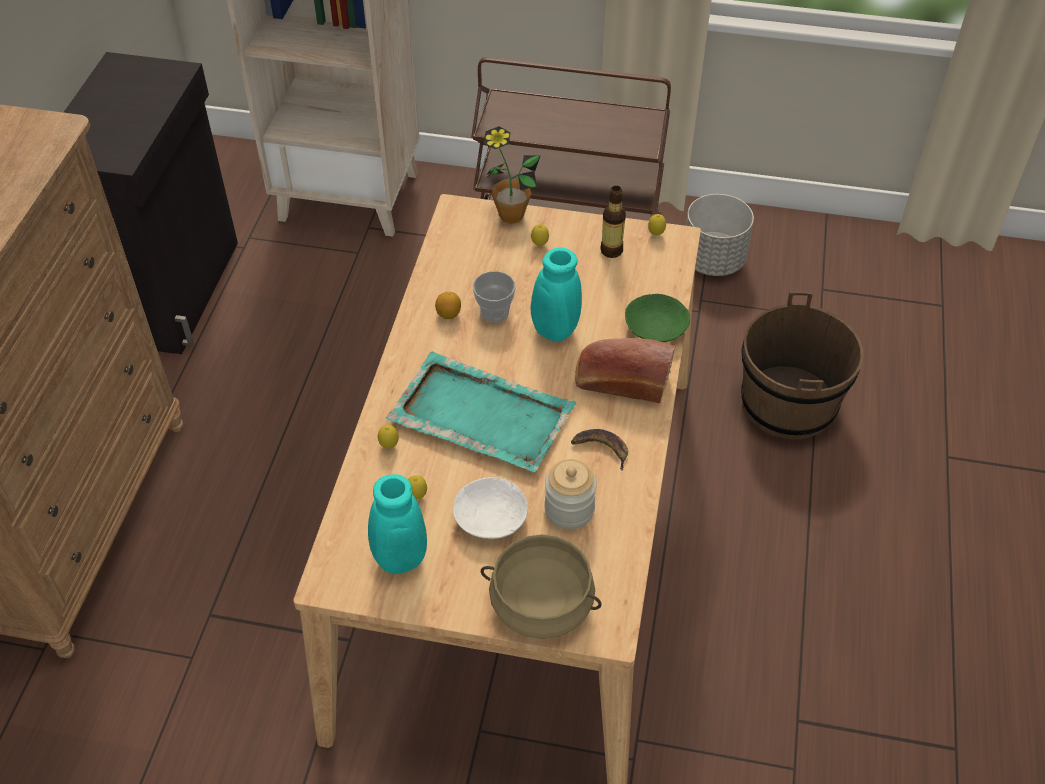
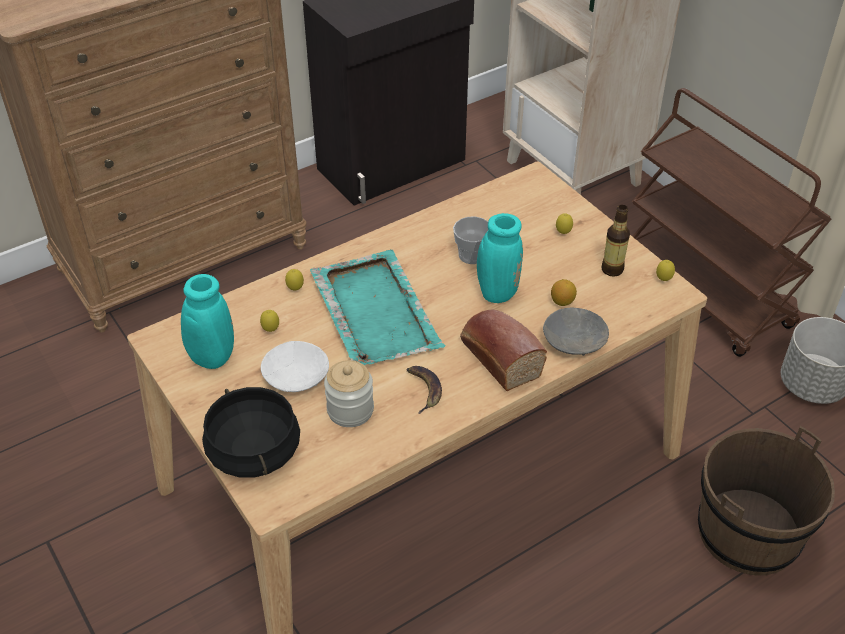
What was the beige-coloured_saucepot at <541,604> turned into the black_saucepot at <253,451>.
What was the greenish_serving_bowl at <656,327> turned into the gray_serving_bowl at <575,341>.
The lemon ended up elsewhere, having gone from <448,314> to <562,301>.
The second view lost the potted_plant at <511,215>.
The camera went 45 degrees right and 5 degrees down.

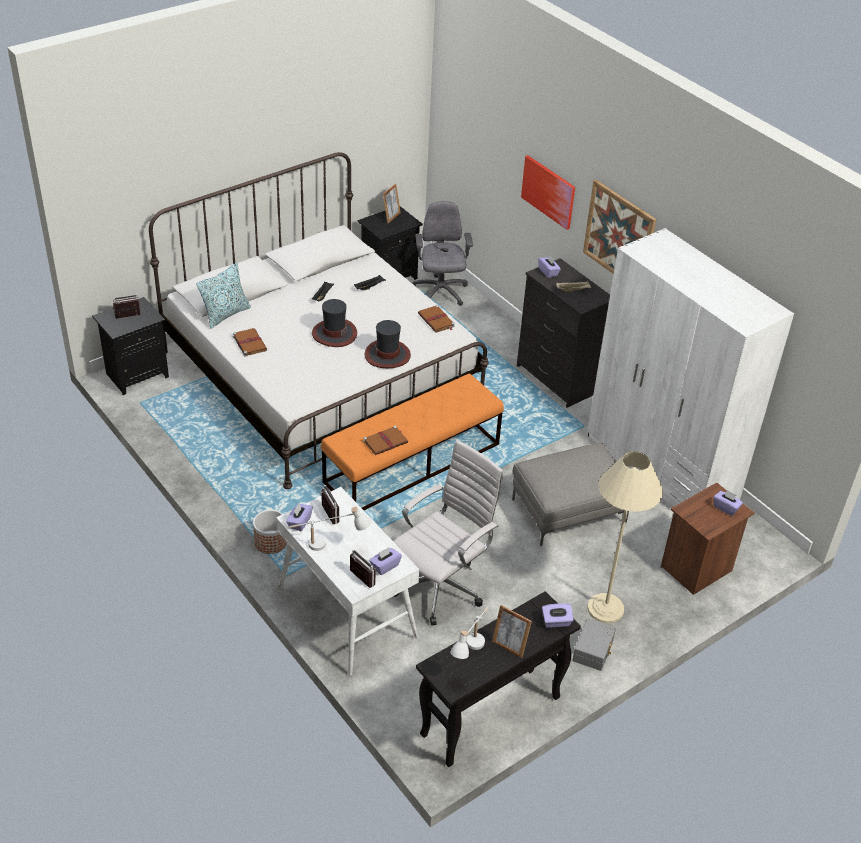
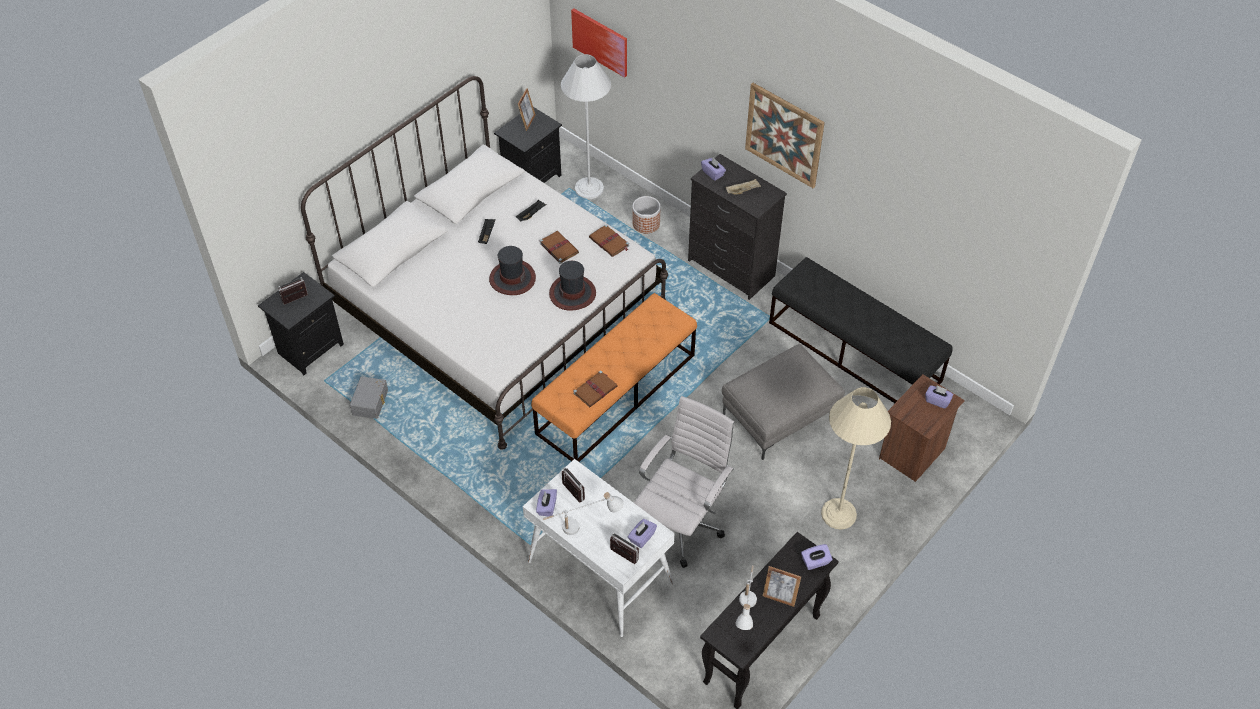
The gray_storage_container ended up elsewhere, having gone from <594,650> to <371,402>.
The brown_book ended up elsewhere, having gone from <249,343> to <558,247>.
Where the gray_desk_chair stood at <440,293>, the white_standard_lamp came to stand at <589,188>.
The wall_art ended up elsewhere, having gone from <548,191> to <600,42>.
The planter ended up elsewhere, having gone from <271,542> to <646,223>.
Where the white_wardrobe stood at <660,470>, the black_bench came to stand at <854,352>.
The second view lost the pillow at <226,314>.
The camera went 10 degrees left and 10 degrees up.

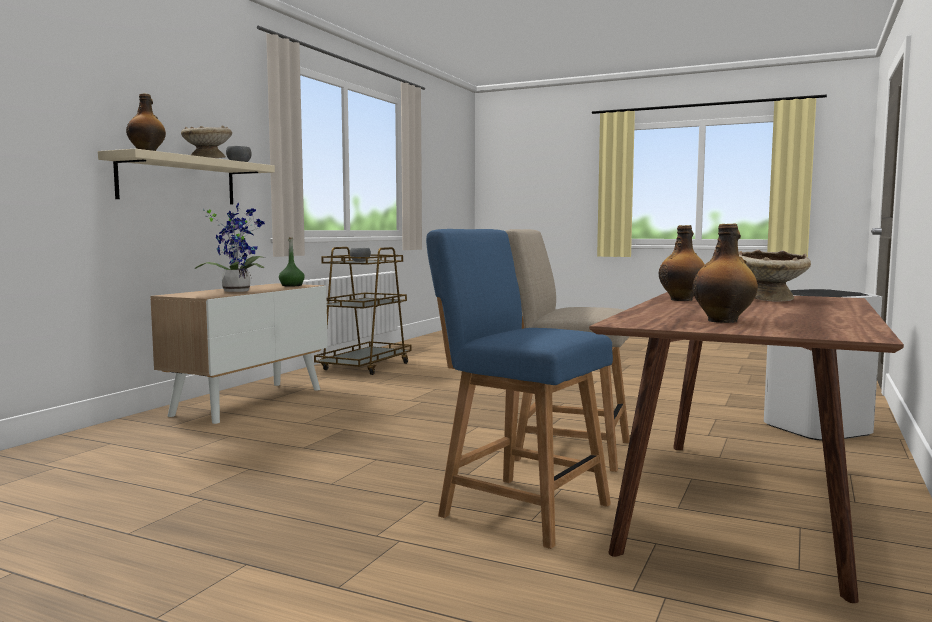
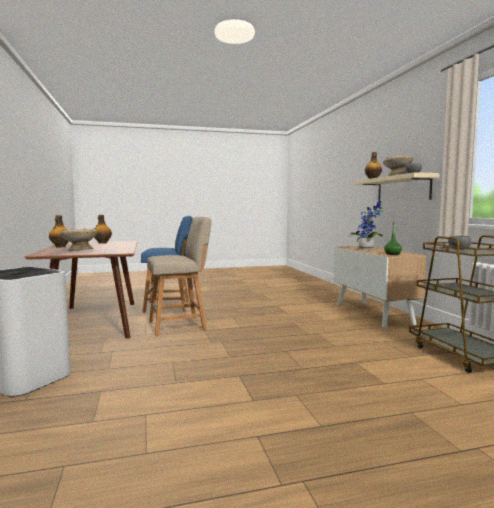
The bottle ended up elsewhere, having gone from <682,300> to <60,247>.
The camera went 140 degrees right and 0 degrees up.

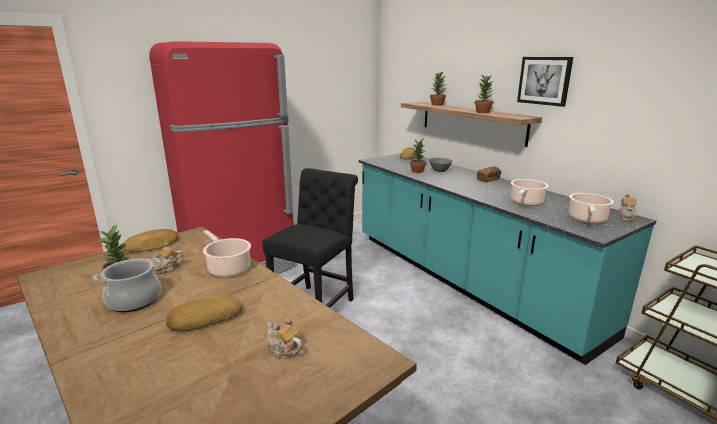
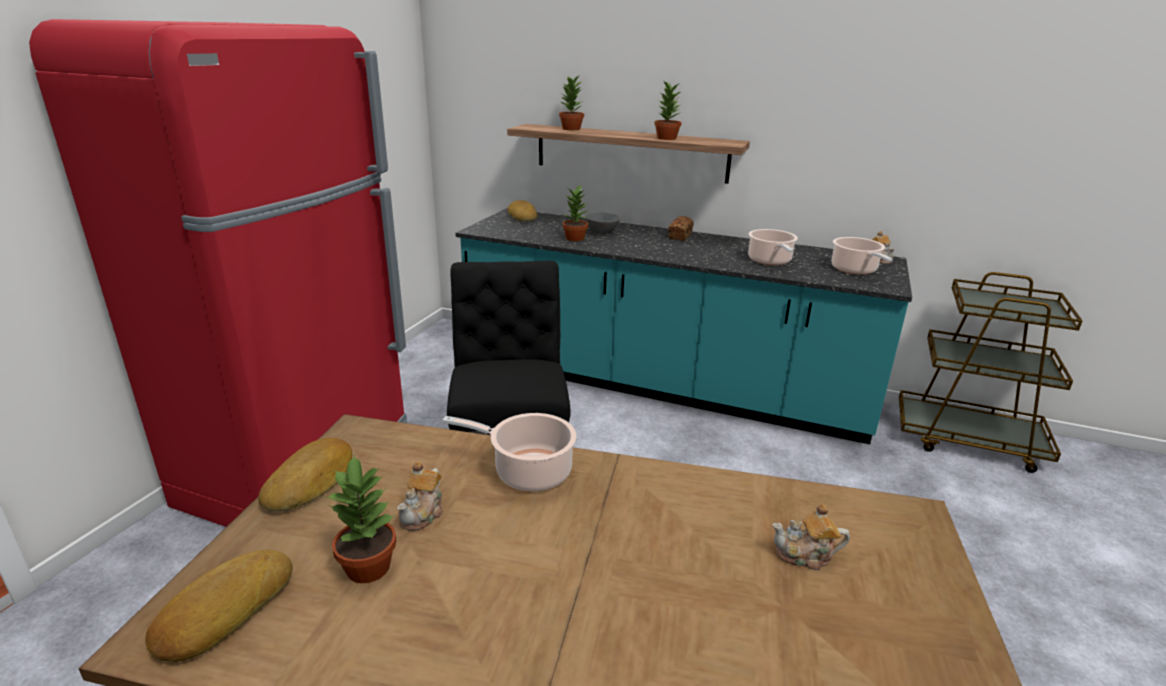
The bakery_bread ended up elsewhere, having gone from <204,318> to <223,610>.
The second view lost the saucepot at <134,300>.
The second view lost the wall_art at <544,80>.
The camera went 35 degrees left and 5 degrees up.

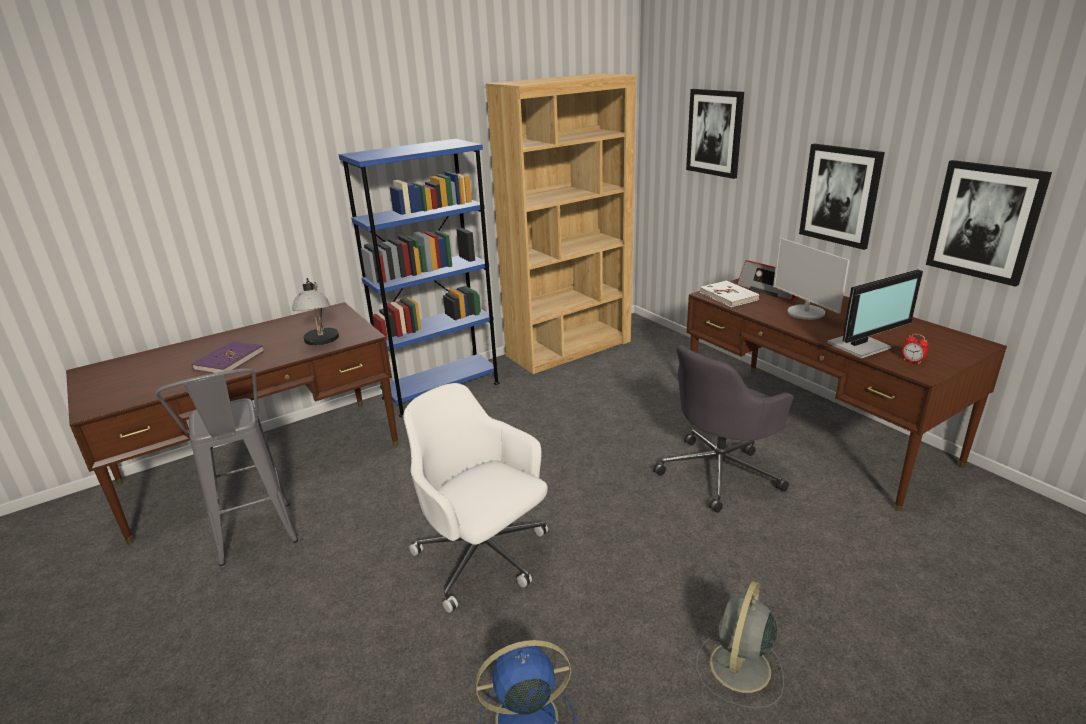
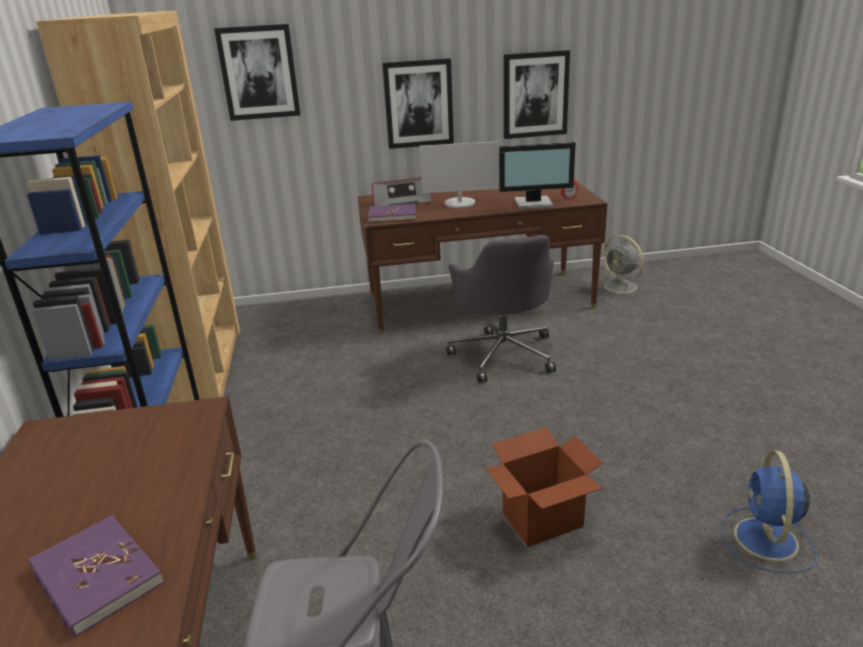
What was the white_book at <728,296> turned into the purple-coloured_book at <392,216>.
Where the white_desk_chair stood at <483,558>, the carton came to stand at <542,520>.
The monitor at <861,346> ended up facing another way, 90 degrees clockwise from before.
The gray_fan ended up elsewhere, having gone from <739,669> to <621,287>.
The second view lost the tabletop_lamp at <321,342>.
The camera went 65 degrees left and 0 degrees up.

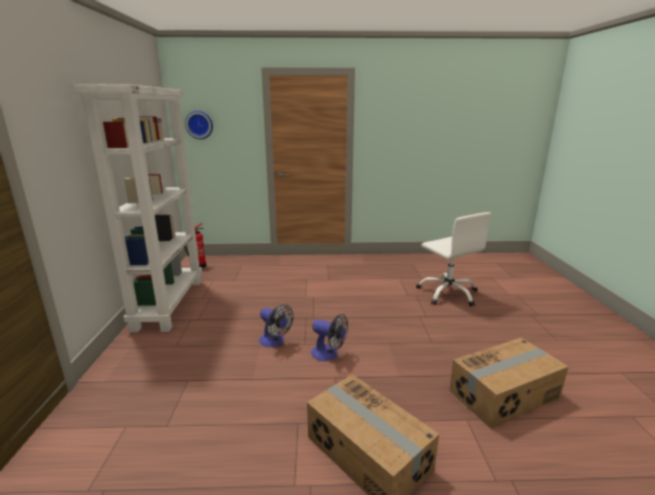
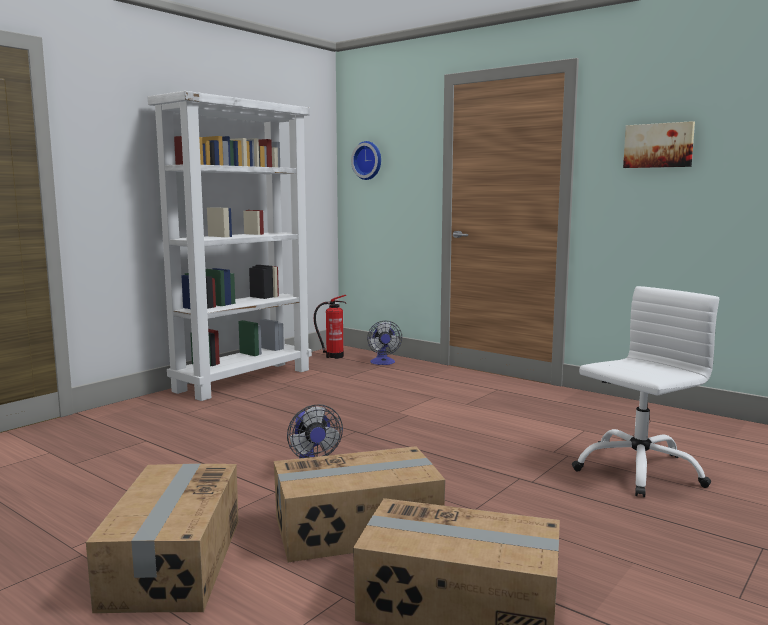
The second view gained the carton at <357,529>.
The fan ended up elsewhere, having gone from <275,342> to <383,363>.
The white_desk_chair at <448,293> ended up facing another way, 135 degrees counterclockwise from before.
The second view gained the wall_art at <658,145>.
The camera went 40 degrees right and 10 degrees down.

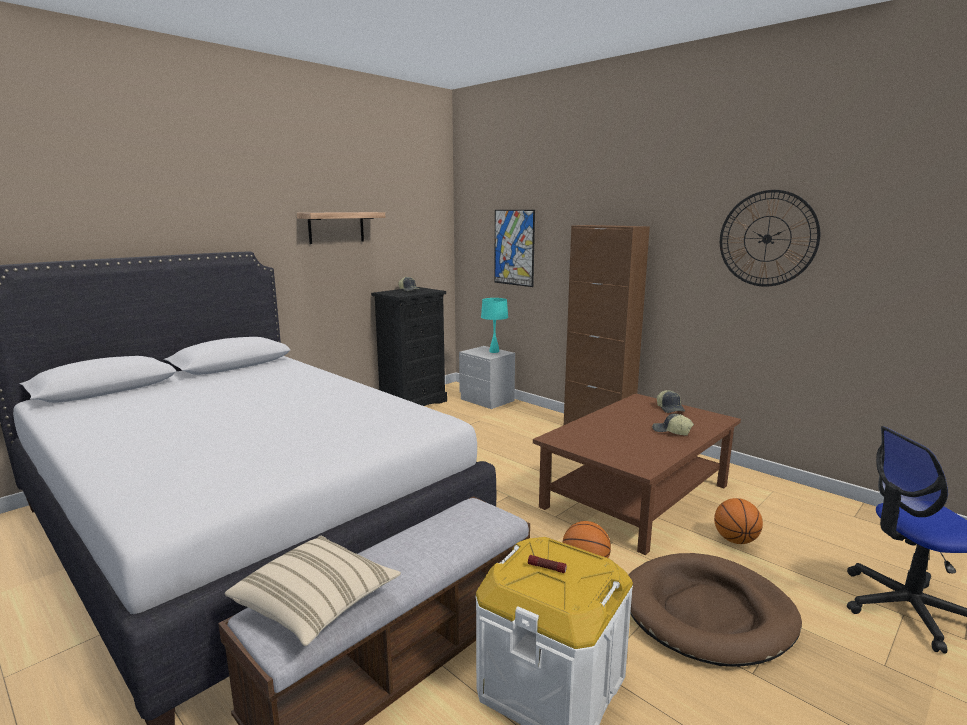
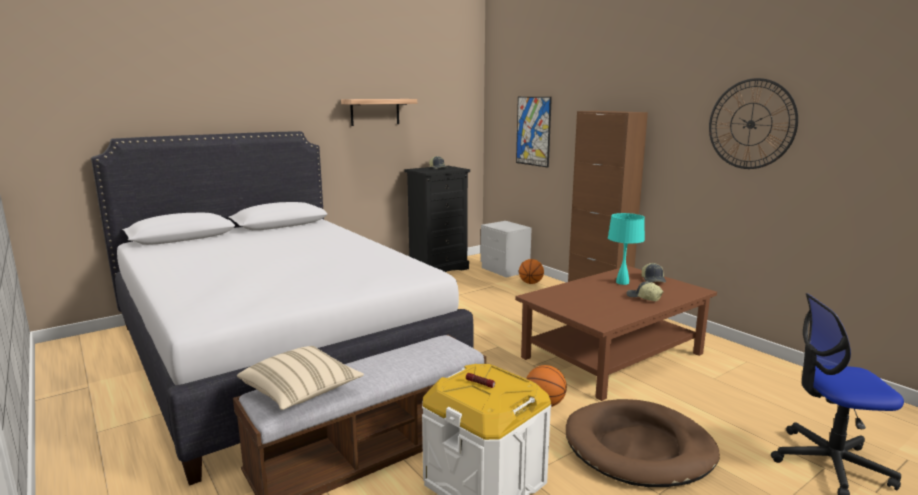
The basketball ended up elsewhere, having gone from <735,540> to <530,283>.
The blue-green_tabletop_lamp ended up elsewhere, having gone from <494,351> to <622,282>.
The camera went 10 degrees right and 0 degrees up.

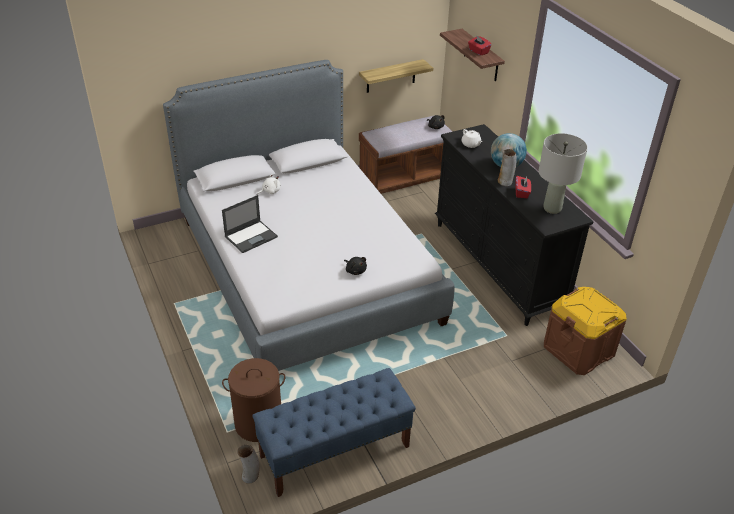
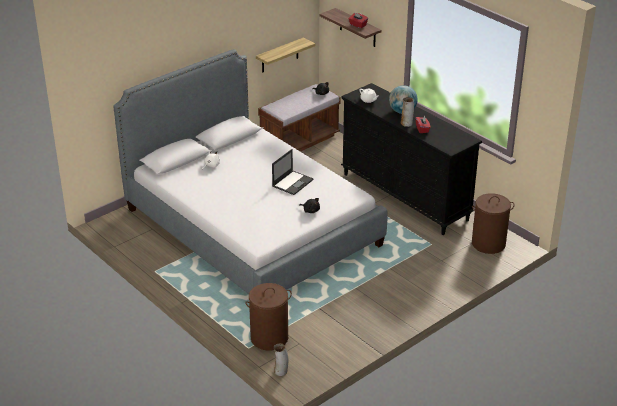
The notebook_computer ended up elsewhere, having gone from <251,236> to <292,182>.
Where the brown_storage_container stood at <578,350>, the brown_hamper came to stand at <488,244>.
The second view lost the bluish_bench at <334,451>.
The second view lost the gray_tabletop_lamp at <552,208>.
The camera went 15 degrees left and 5 degrees down.

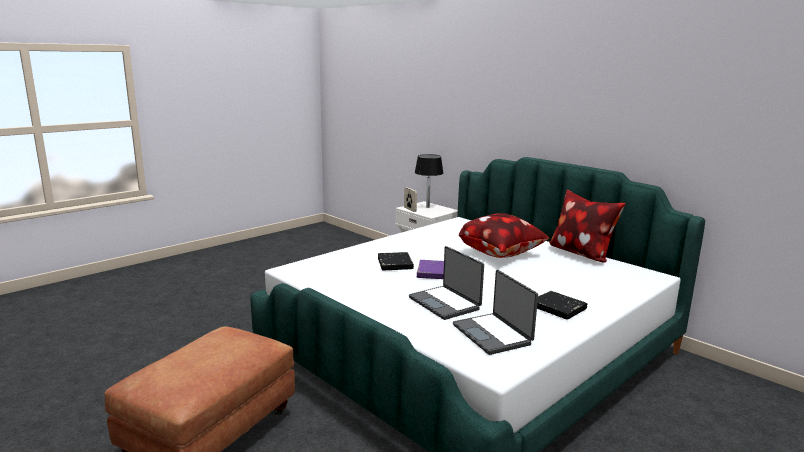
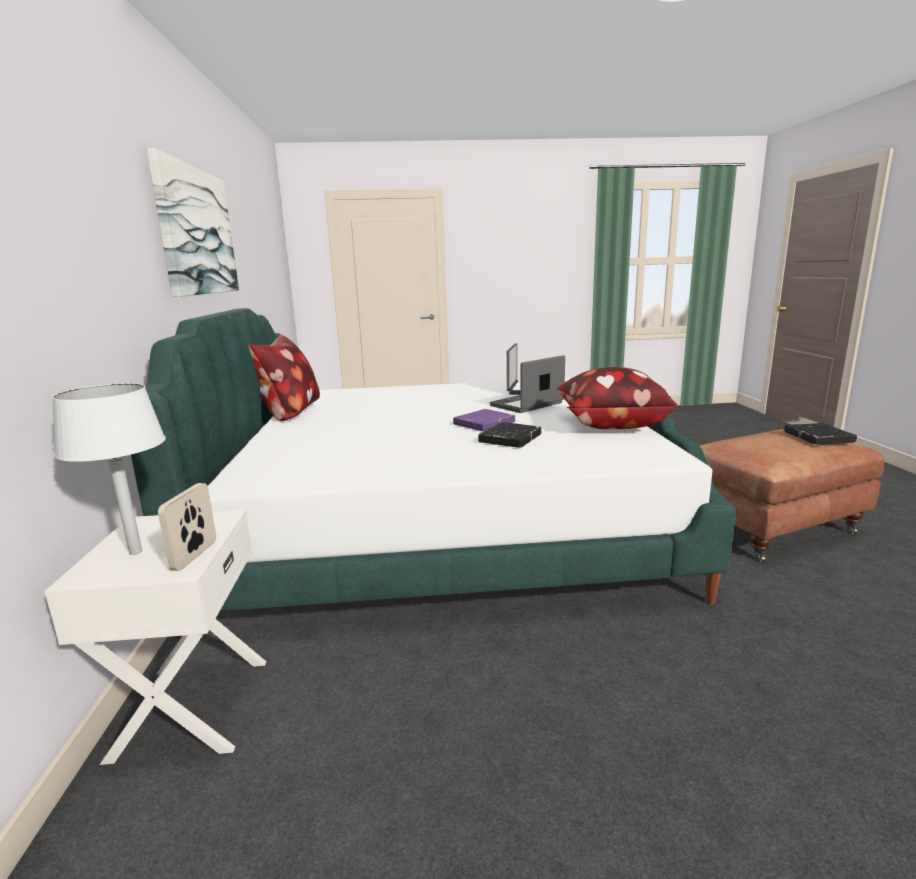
What was the black_tabletop_lamp at <427,207> turned into the white_tabletop_lamp at <135,552>.
The second view gained the wall_art at <197,232>.
The notebook_computer at <445,303> ended up facing another way, 135 degrees counterclockwise from before.
The pillow ended up elsewhere, having gone from <502,255> to <610,425>.
The black_book ended up elsewhere, having gone from <558,308> to <818,438>.
The camera went 140 degrees left and 0 degrees up.

